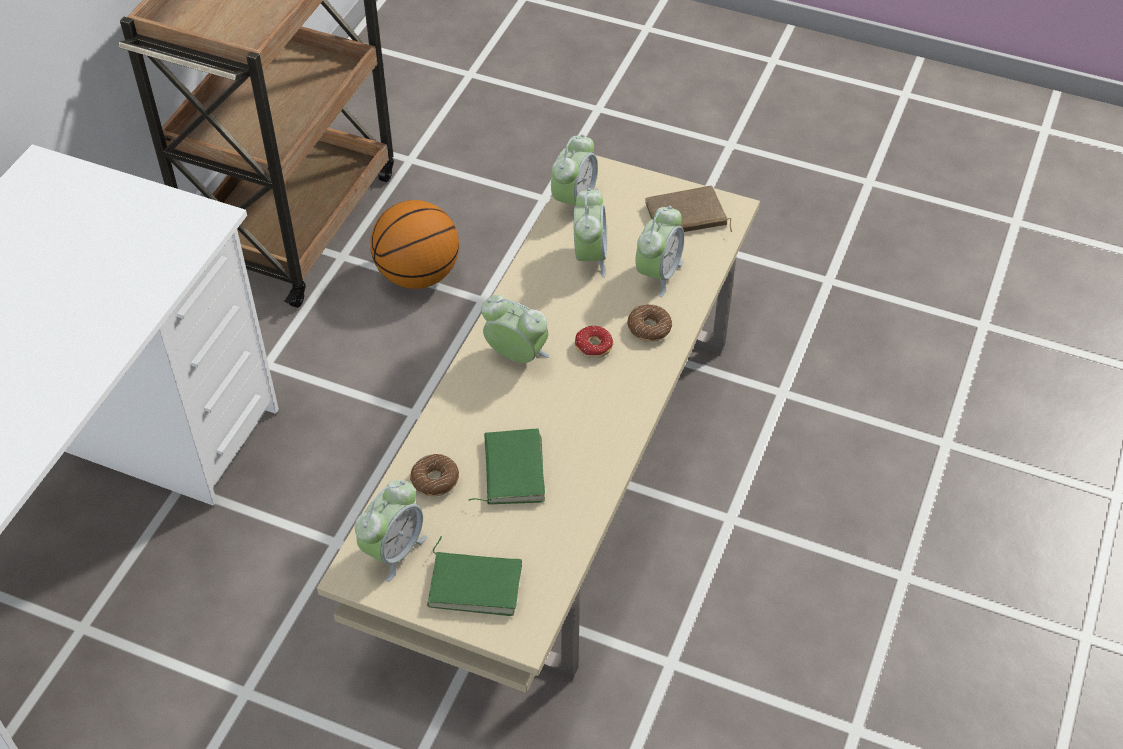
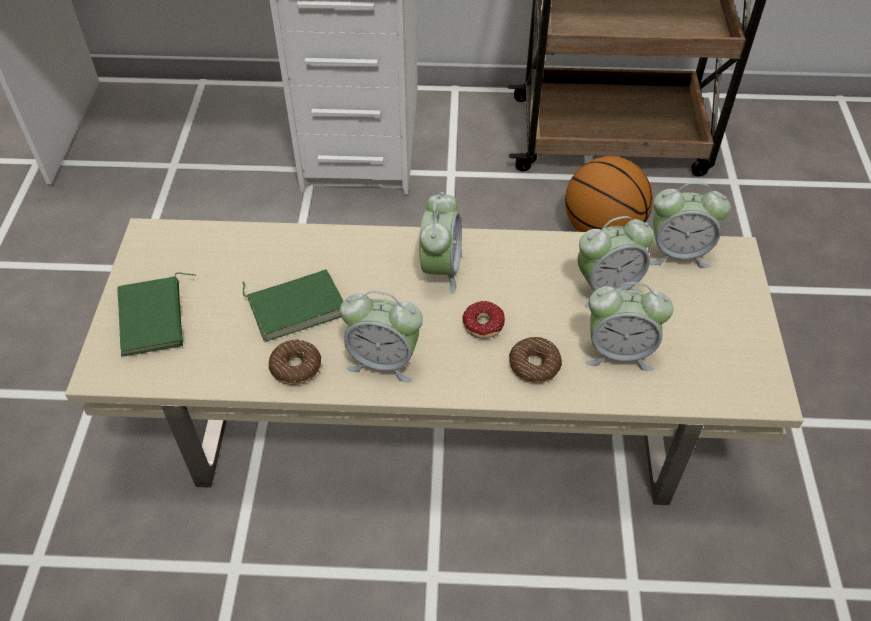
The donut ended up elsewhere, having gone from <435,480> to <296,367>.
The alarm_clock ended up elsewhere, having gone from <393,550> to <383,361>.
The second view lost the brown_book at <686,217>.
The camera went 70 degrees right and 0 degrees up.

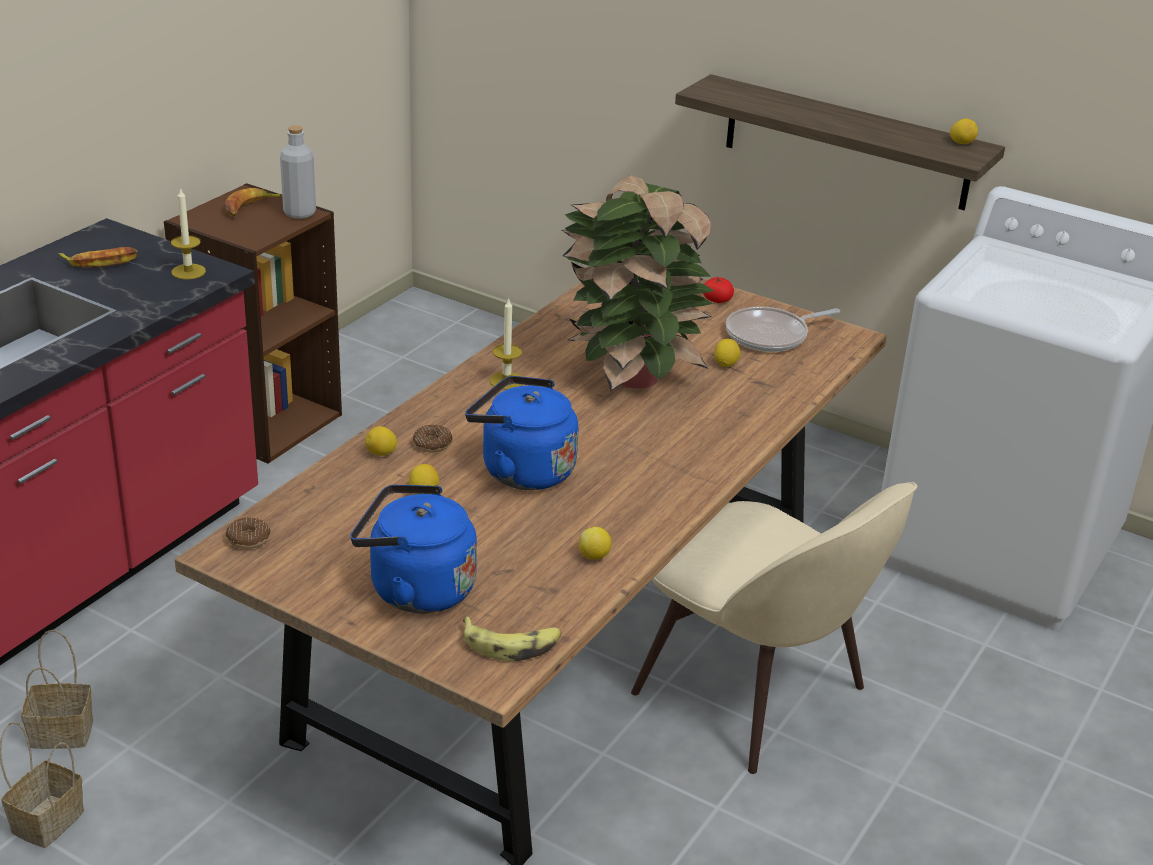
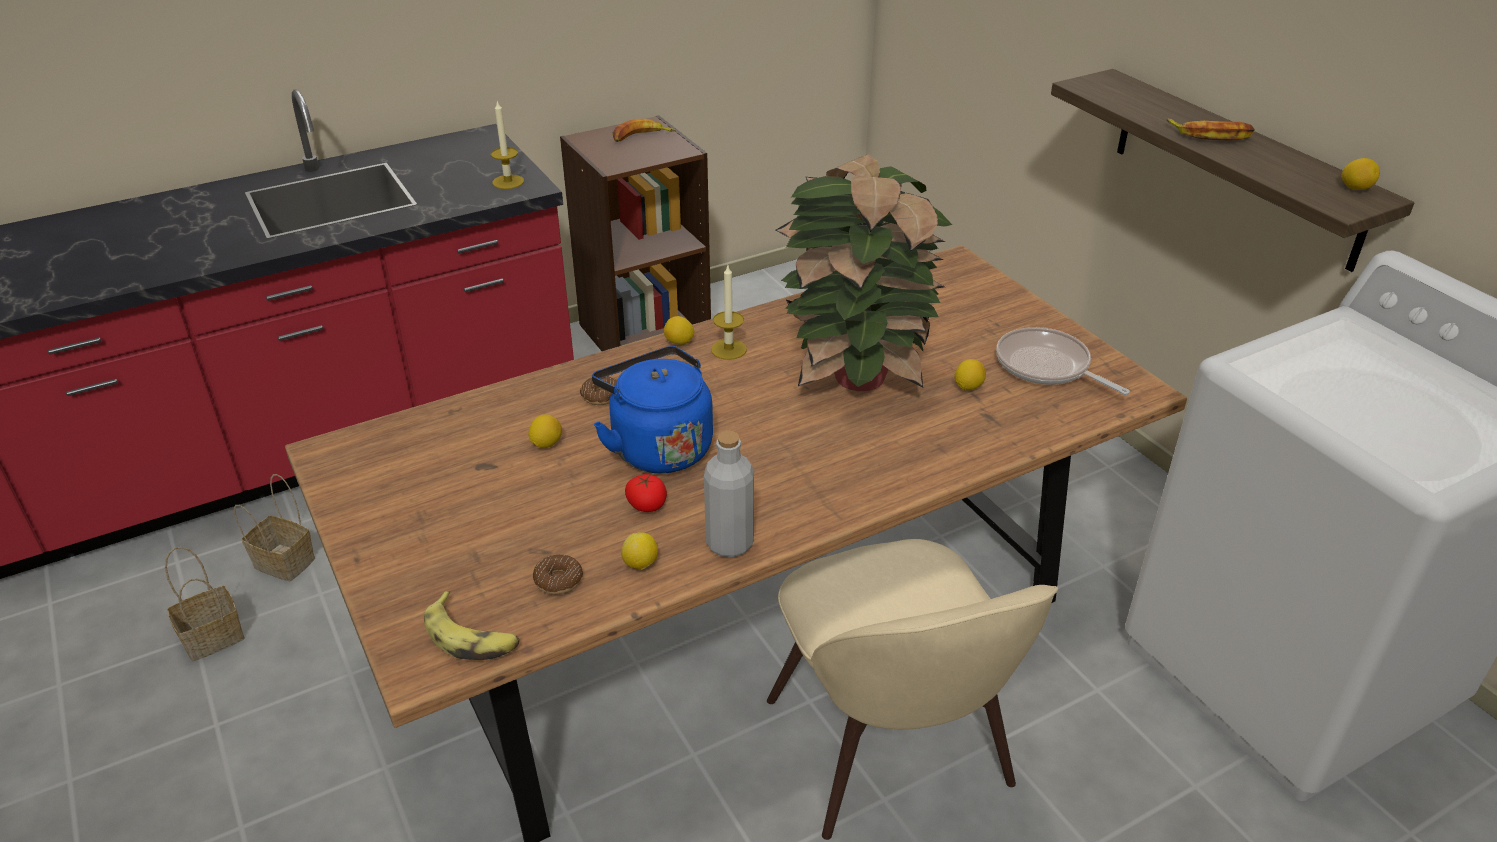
The donut ended up elsewhere, having gone from <248,539> to <558,580>.
The fresh_tomato ended up elsewhere, having gone from <717,300> to <647,504>.
The lemon ended up elsewhere, having gone from <381,454> to <679,342>.
The gray_bottle ended up elsewhere, having gone from <299,213> to <729,543>.
The skillet at <771,335> ended up facing another way, 45 degrees clockwise from before.
The banana ended up elsewhere, having gone from <100,262> to <1210,135>.
The second view lost the bluish_water_kettle at <415,589>.
The camera went 30 degrees right and 5 degrees up.

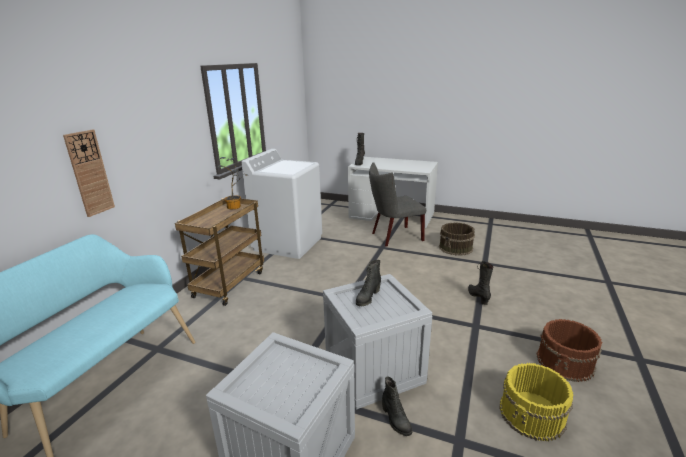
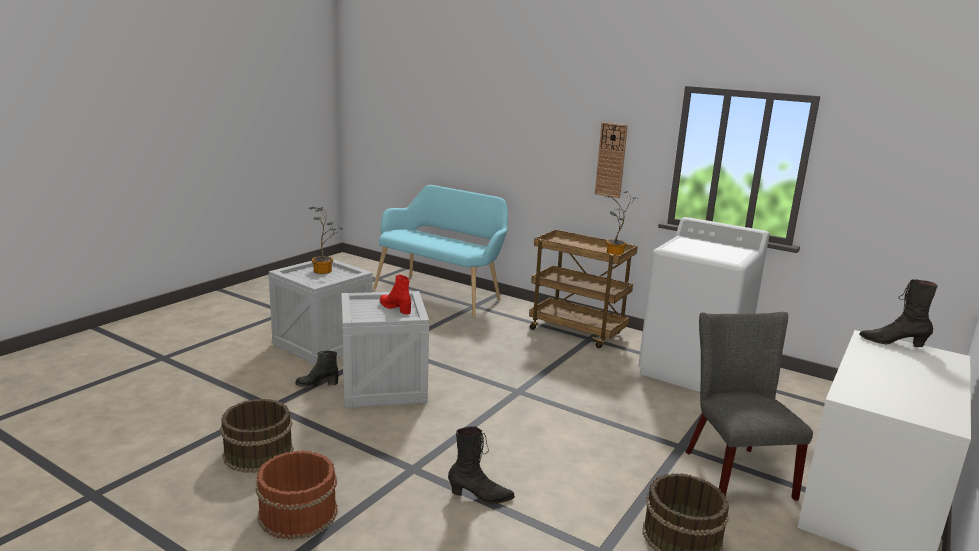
What was the yellow_water_bucket at <532,414> turned into the brown_water_bucket at <257,453>.
The second view gained the potted_plant at <325,271>.
What was the black_tall_boot at <367,298> turned into the reddish_tall_boot at <395,308>.
The wall_clock ended up elsewhere, having gone from <89,173> to <611,160>.
The camera went 100 degrees right and 5 degrees down.

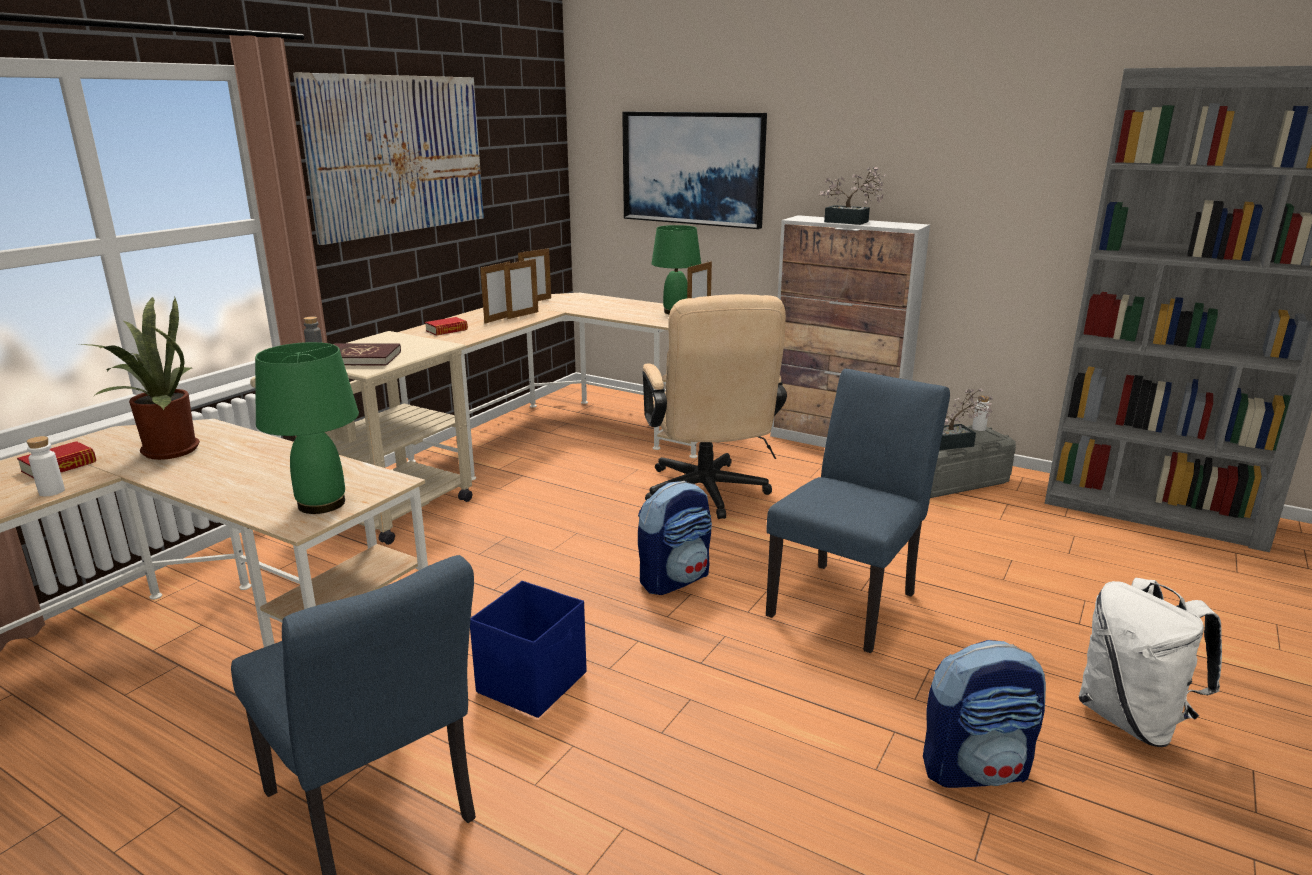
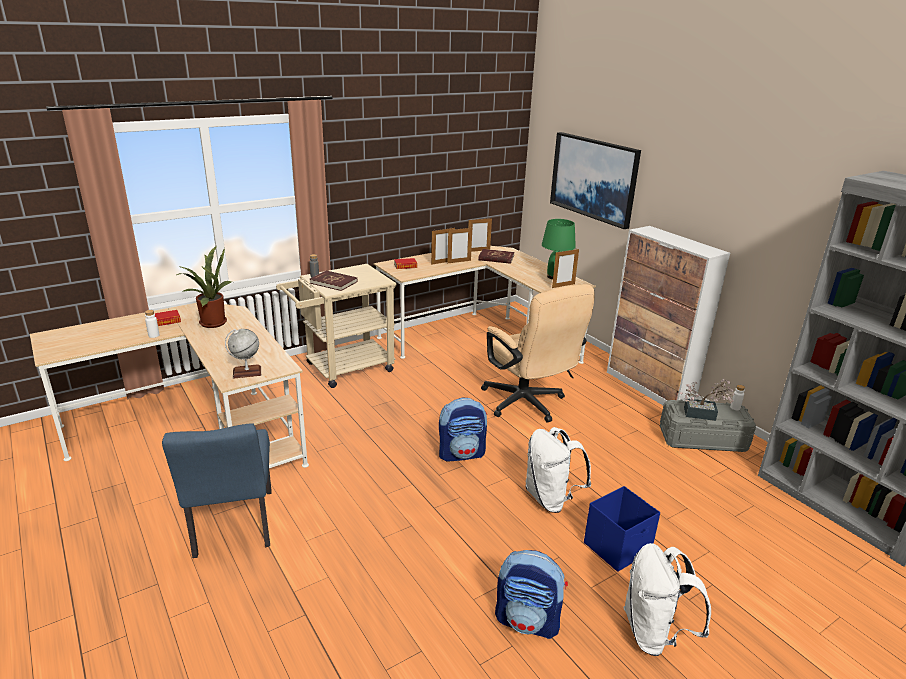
Where the greenish_tabletop_lamp stood at <320,504>, the world_globe came to stand at <247,372>.
The second view gained the reddish_book at <496,258>.
The beige-coloured_desk_chair at <707,495> ended up facing another way, 45 degrees counterclockwise from before.
Where the bluish_chair stood at <848,599>, the white_rucksack came to stand at <551,499>.
The bluish_storage_container ended up elsewhere, having gone from <533,682> to <618,547>.
The second view lost the wall_art at <398,155>.
The second view lost the potted_plant at <851,222>.
The camera went 25 degrees right and 5 degrees up.

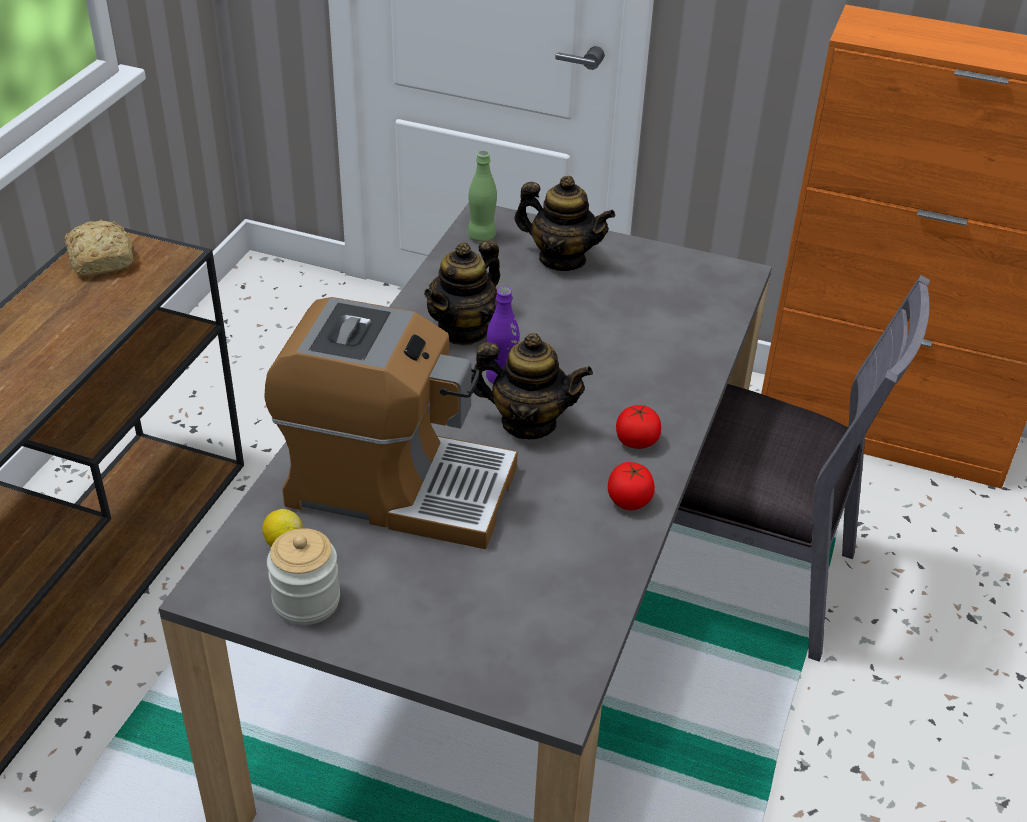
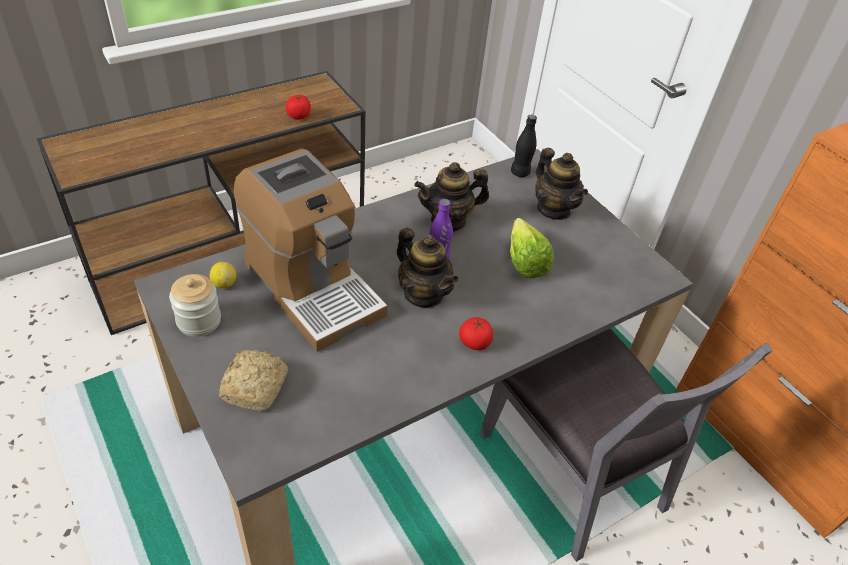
The bakery_bread ended up elsewhere, having gone from <102,259> to <256,386>.
The fresh_tomato ended up elsewhere, having gone from <629,500> to <299,116>.
The second view gained the lettuce at <524,258>.
What was the greenish_bottle at <481,236> turned into the black_bottle at <520,172>.
The camera went 35 degrees right and 5 degrees up.

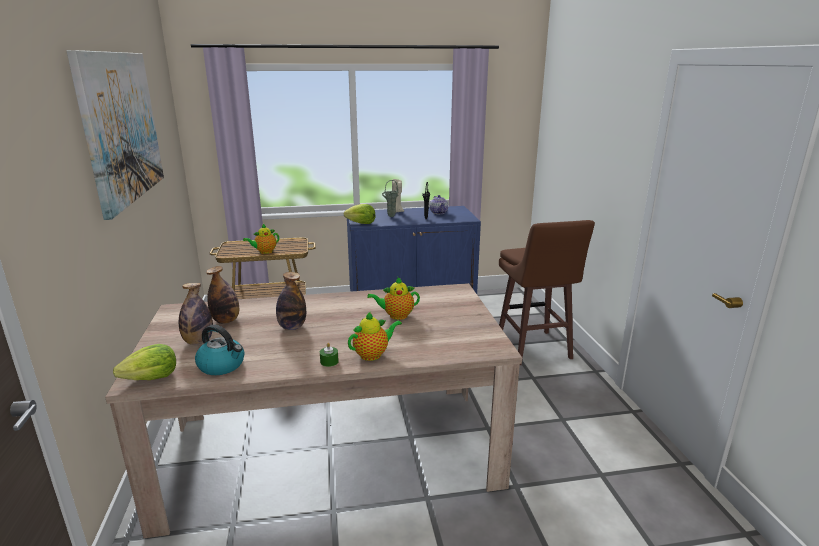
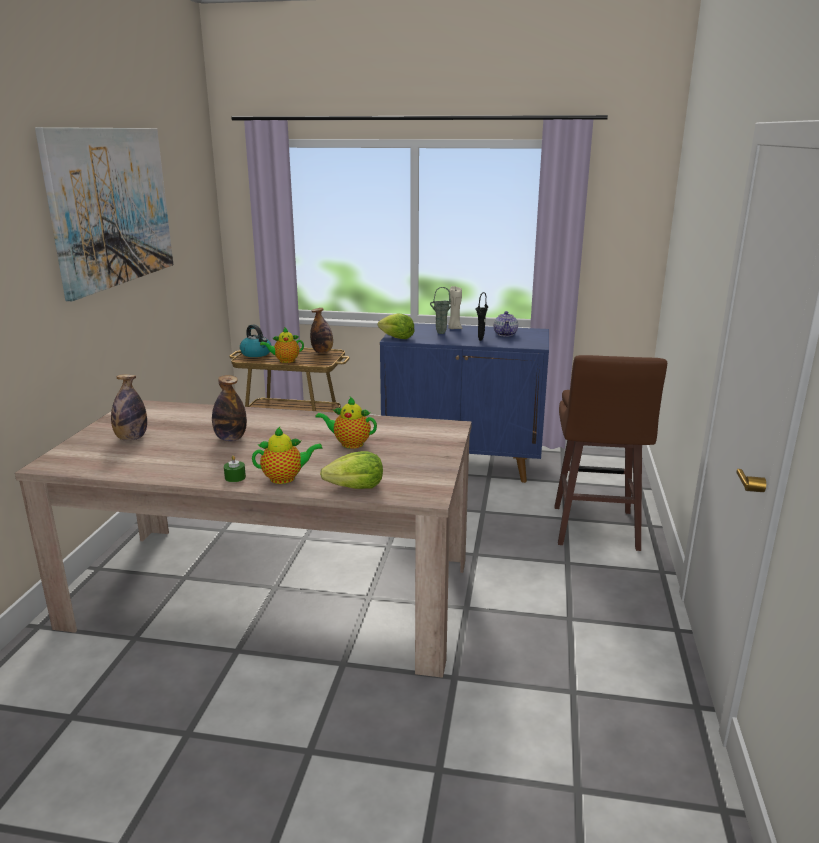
The water_kettle ended up elsewhere, having gone from <222,365> to <256,354>.
The bottle ended up elsewhere, having gone from <226,321> to <322,352>.
The lettuce ended up elsewhere, having gone from <152,378> to <356,487>.
The camera went 20 degrees right and 0 degrees up.

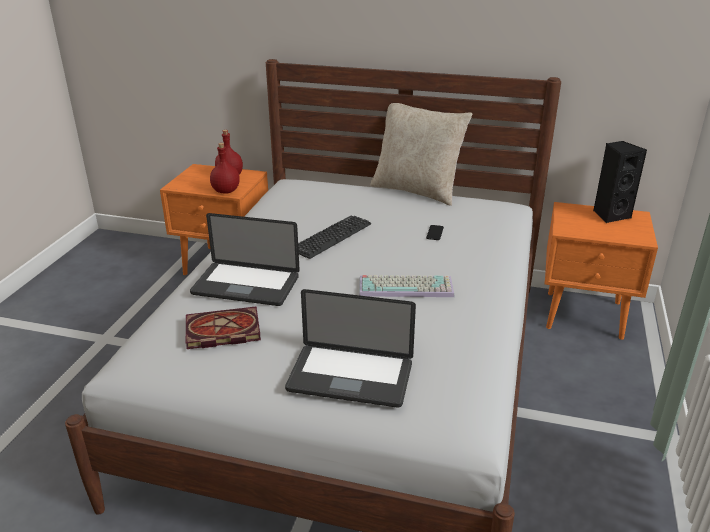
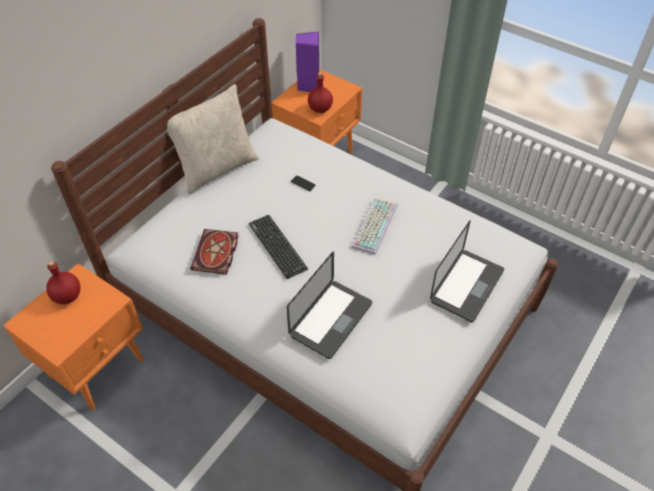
The book ended up elsewhere, having gone from <221,331> to <216,254>.
What was the black_loudspeaker at <610,215> turned into the purple-coloured_loudspeaker at <308,86>.
The reddish_bottle ended up elsewhere, having gone from <226,191> to <320,109>.
The camera went 70 degrees left and 20 degrees up.

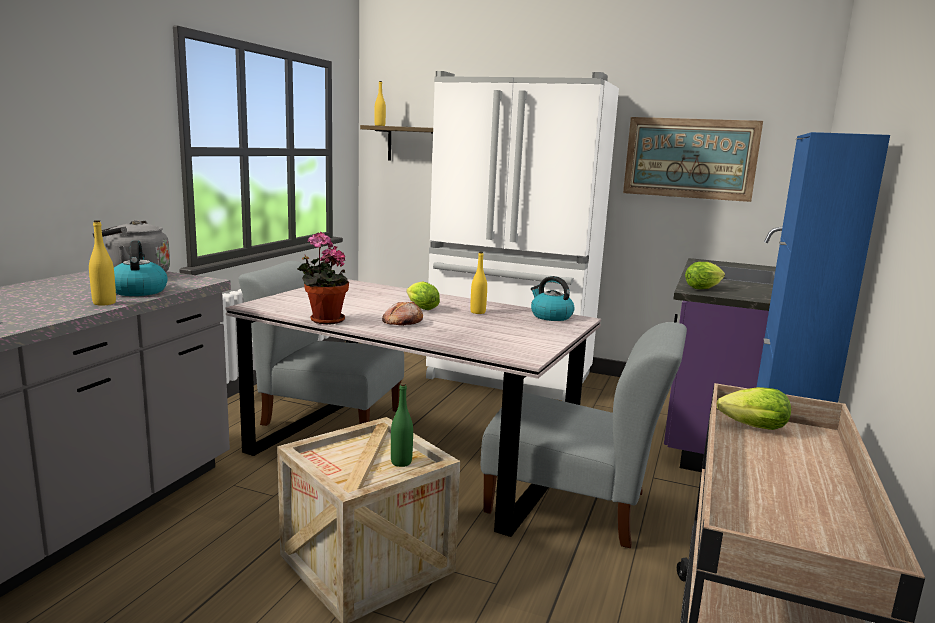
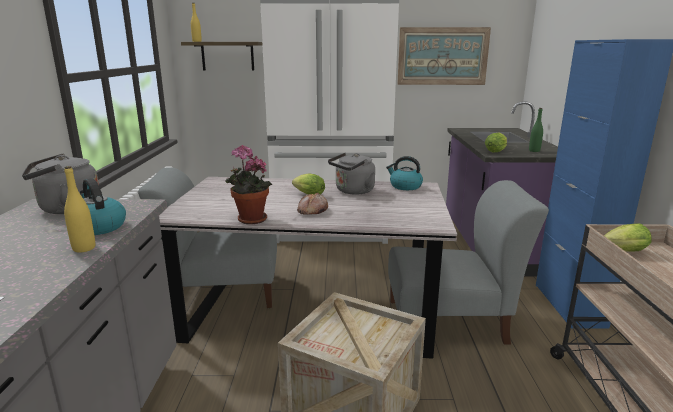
Where the yellow_bottle stood at <478,312>, the gray_water_kettle came to stand at <353,191>.
The greenish_bottle ended up elsewhere, having gone from <401,462> to <534,151>.
The camera went 20 degrees left and 5 degrees up.

